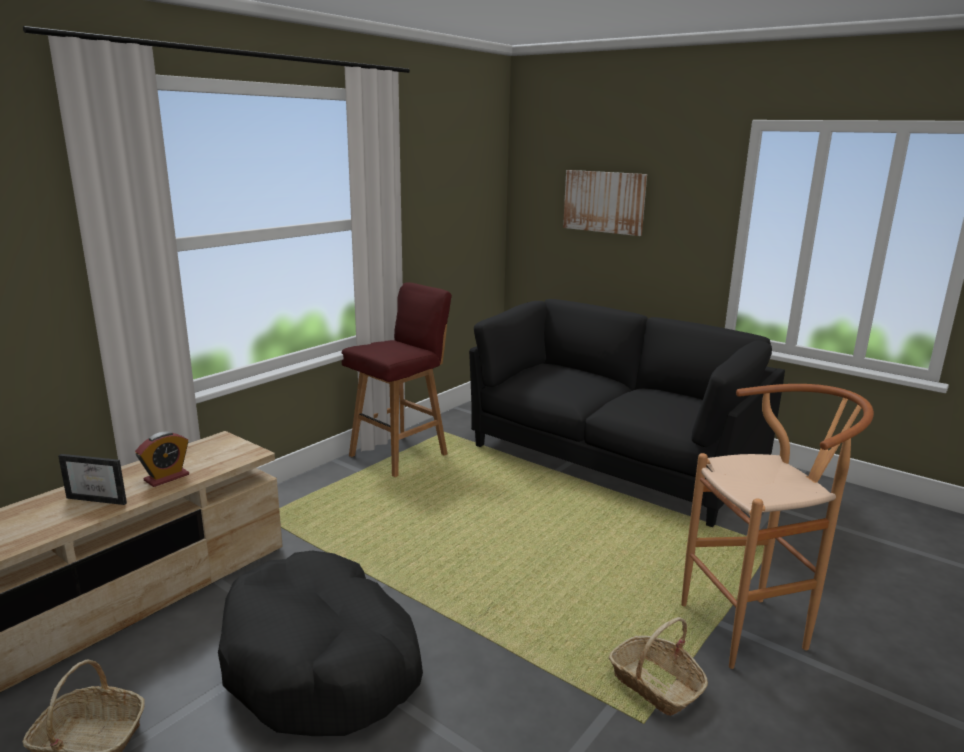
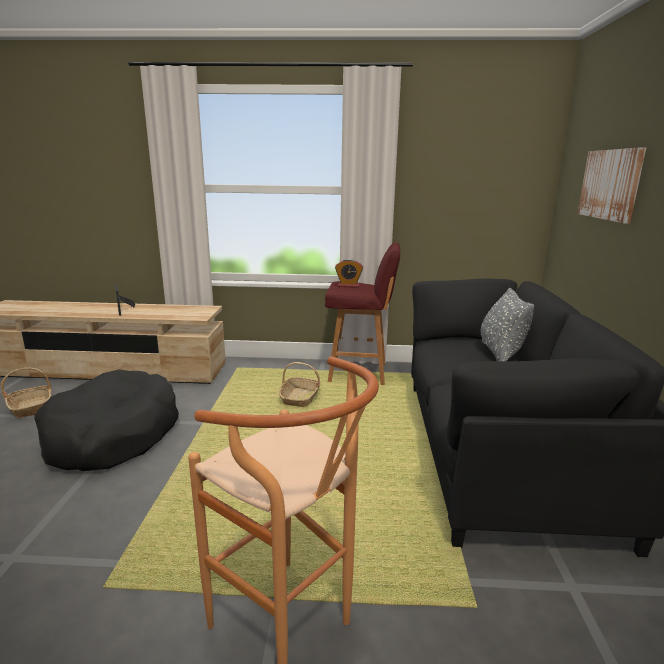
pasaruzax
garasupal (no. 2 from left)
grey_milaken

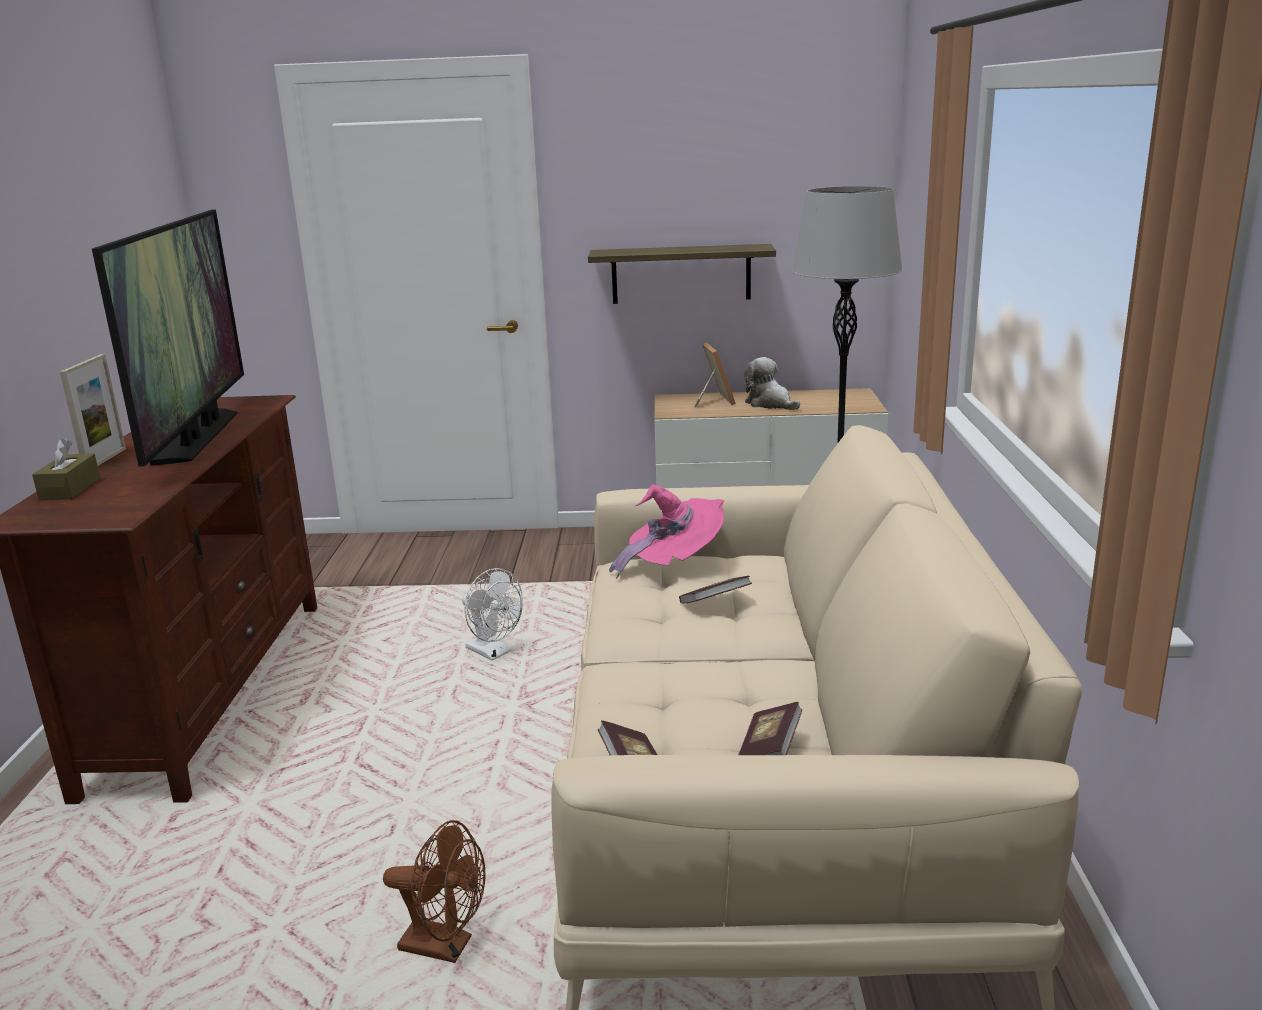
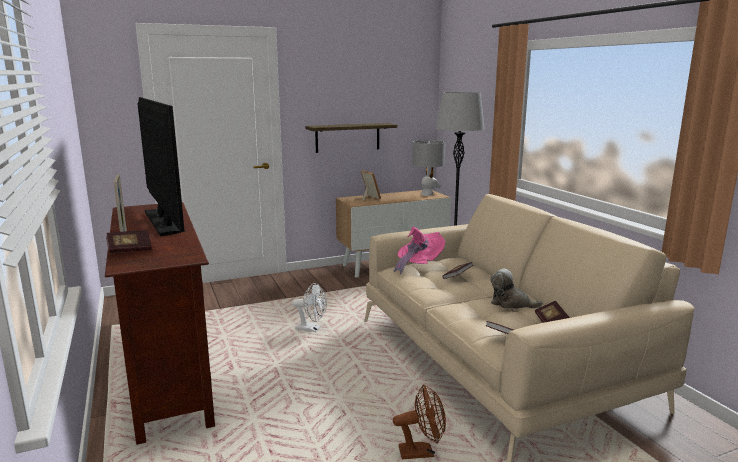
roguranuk
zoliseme (no. 1 from left)
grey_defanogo

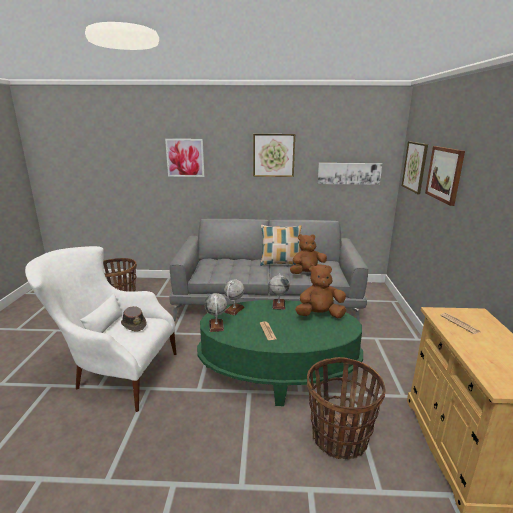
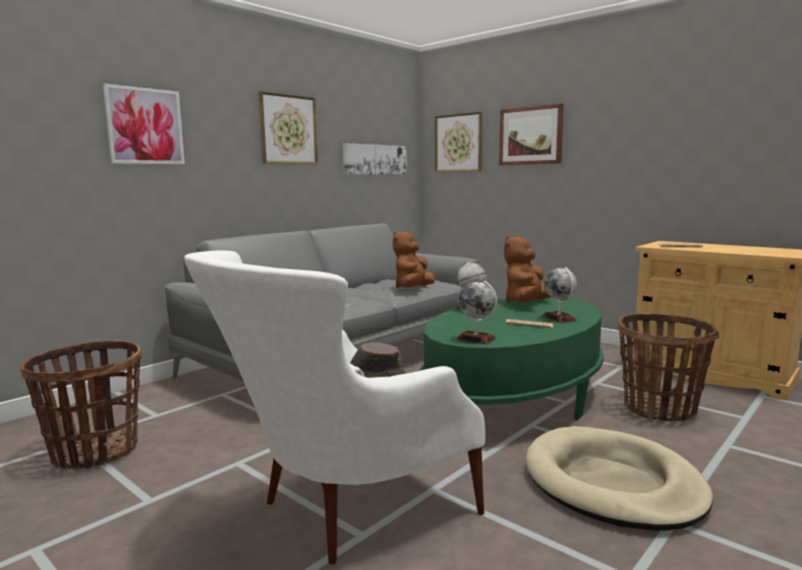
milaken
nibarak (no. 3 from left)
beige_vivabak

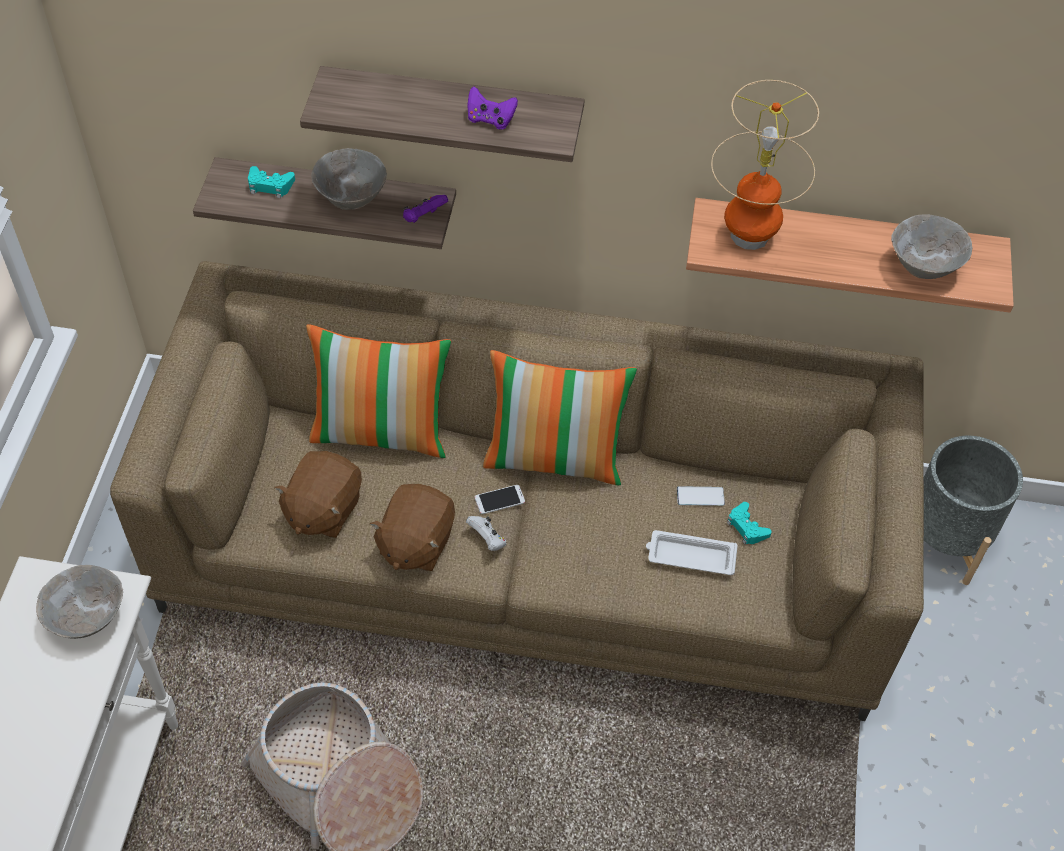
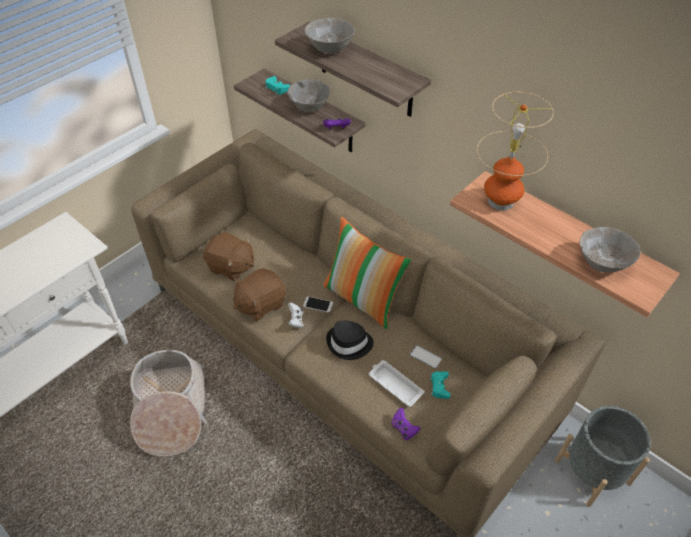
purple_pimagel (no. 2 from left)
milaken (no. 1 from left in the first image)
brown_roguranuk (no. 1 from left)
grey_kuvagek (no. 2 from left)
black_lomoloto

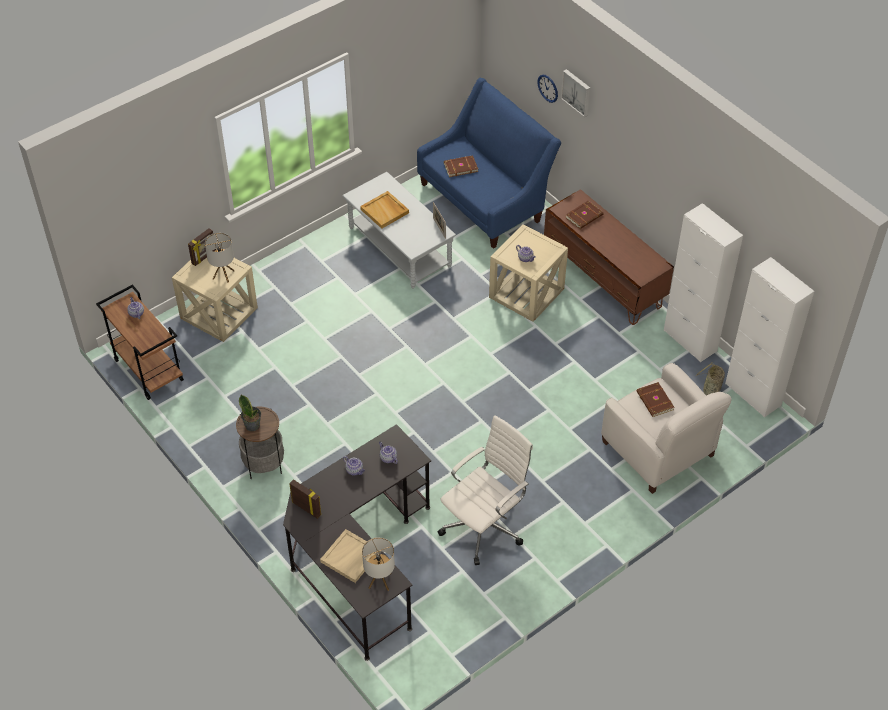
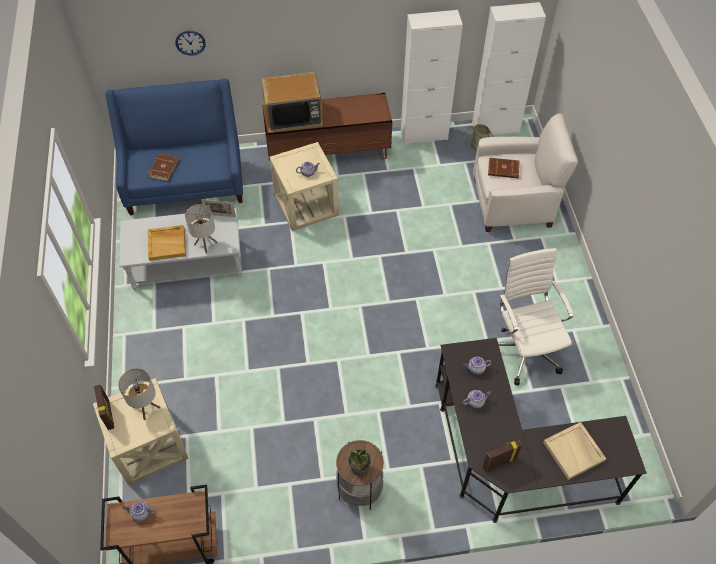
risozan
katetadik
defanogo (no. 2 from left)

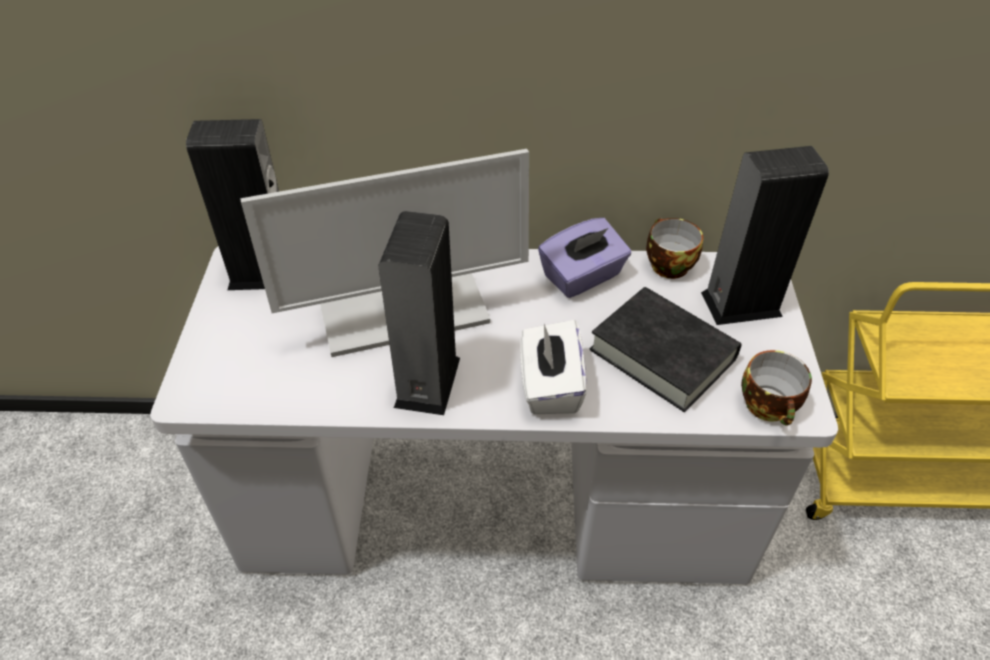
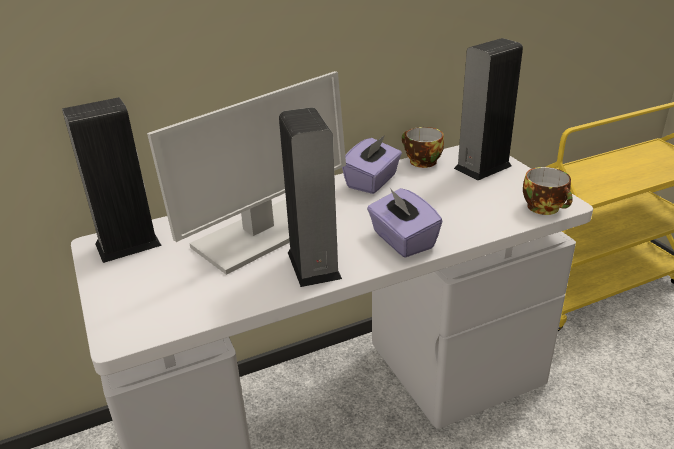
black_zoliseme
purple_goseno (no. 2 from left)

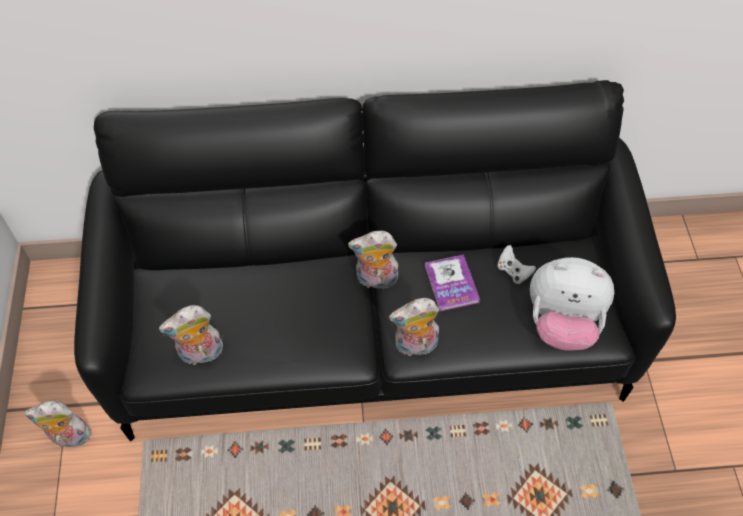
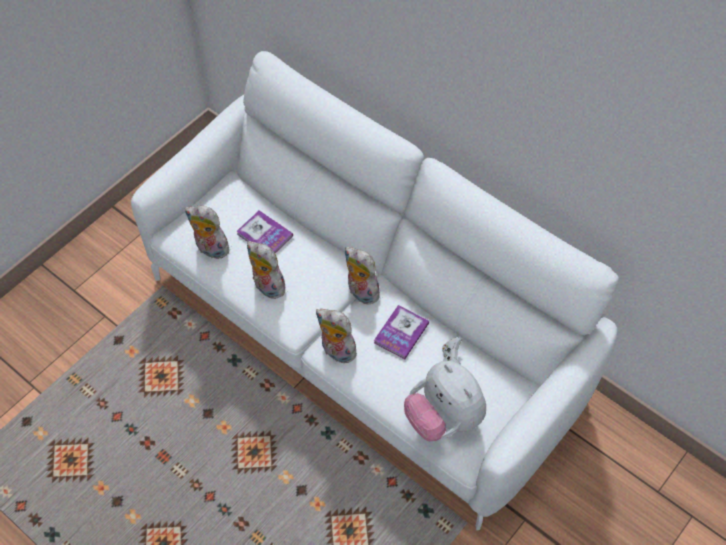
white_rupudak
roguranuk (no. 2 from left)
zoliseme (no. 1 from left)

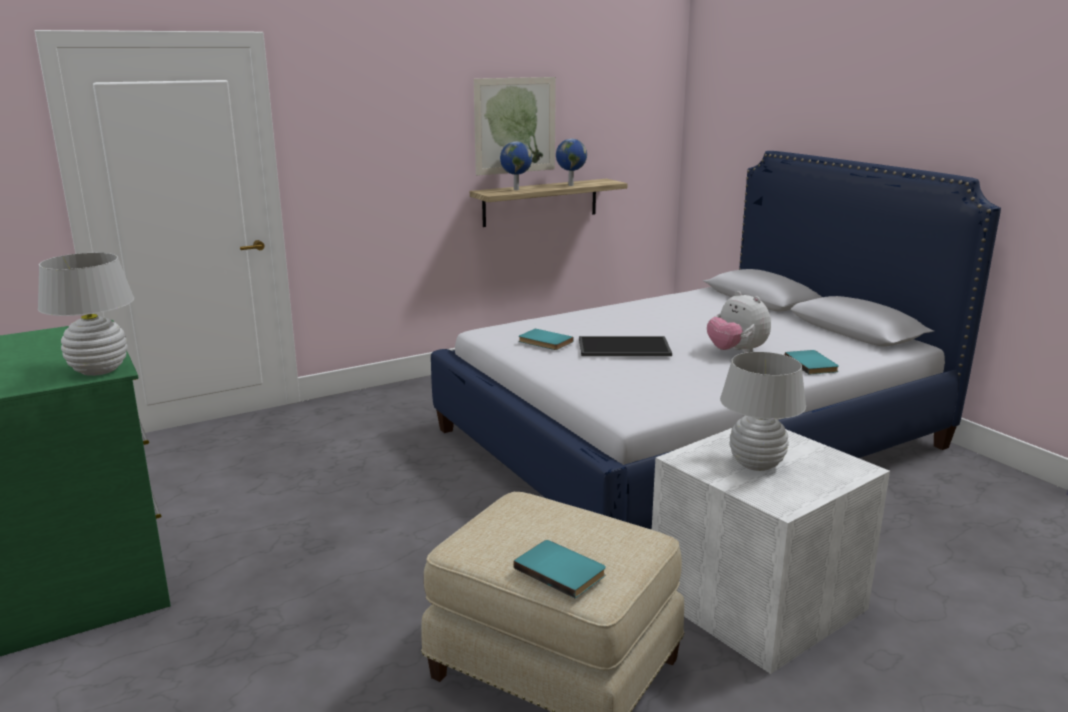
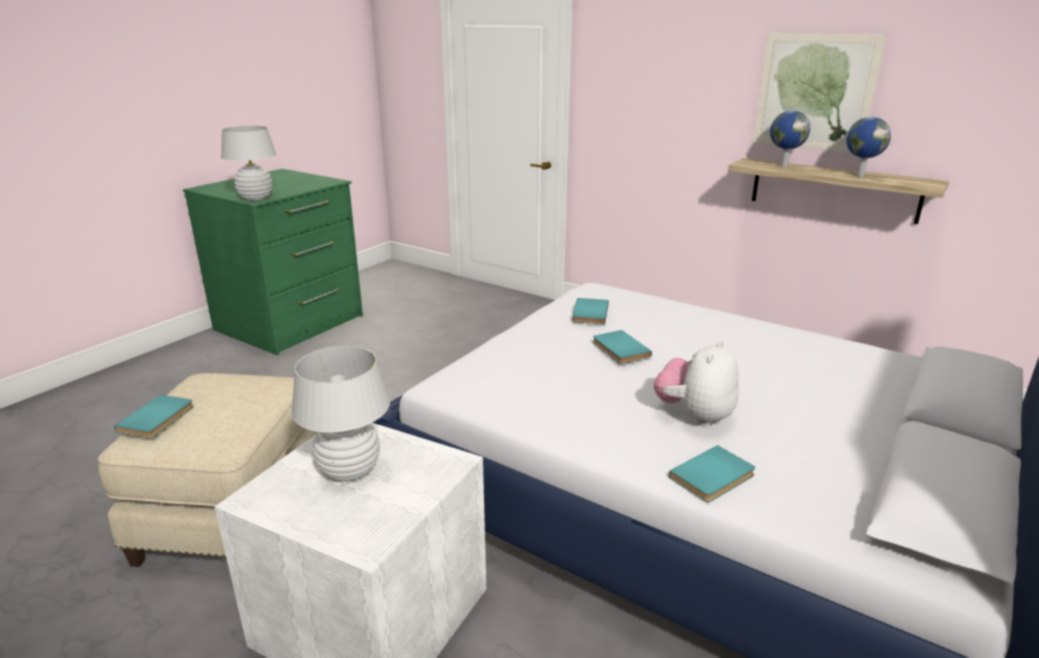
turquoise_zoliseme (no. 3 from left)

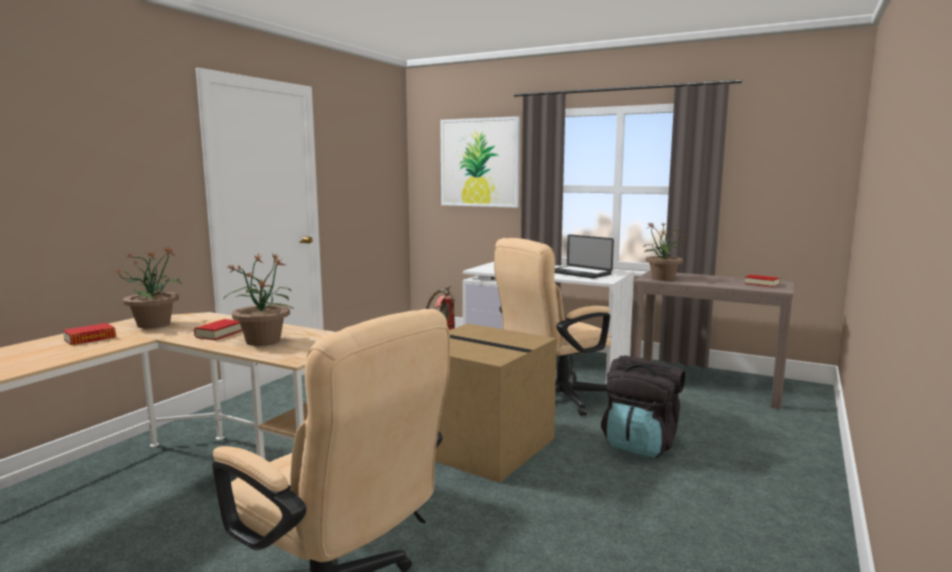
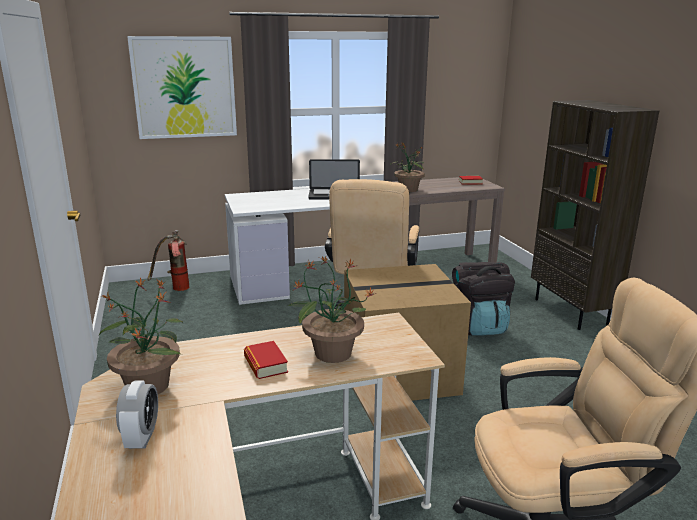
pasaruzax
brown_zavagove

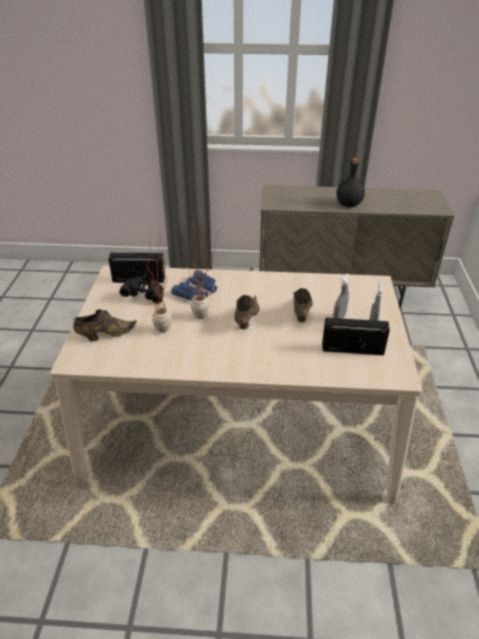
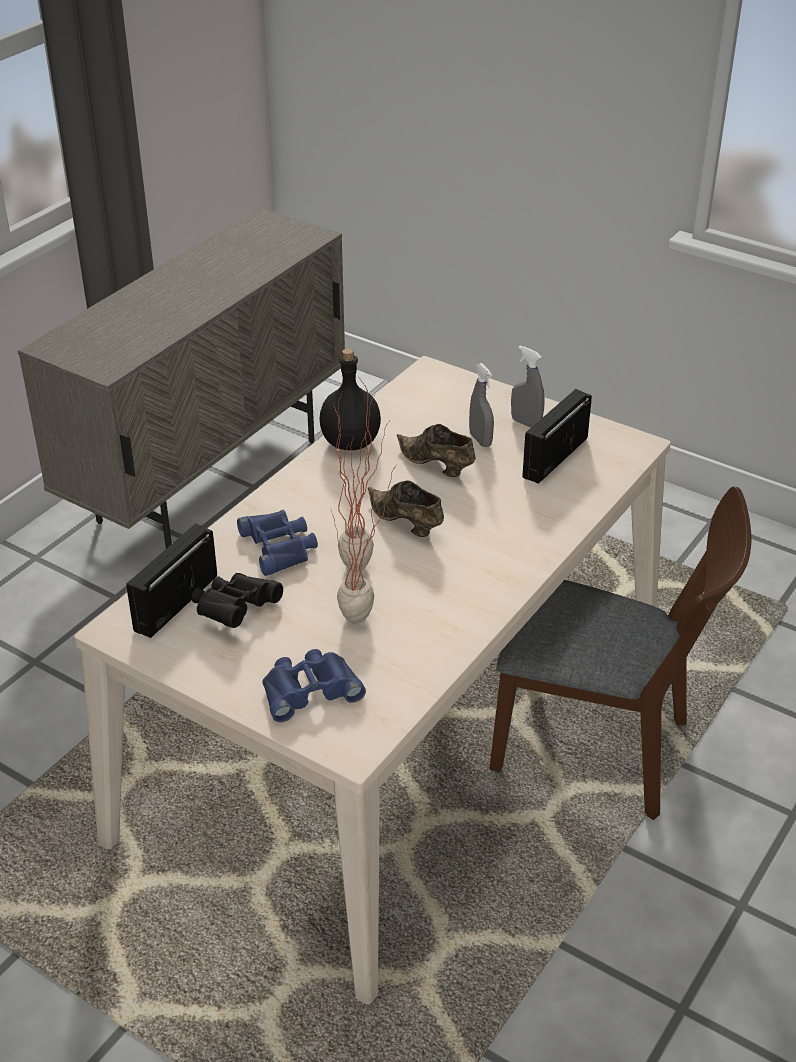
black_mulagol
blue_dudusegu (no. 2 from left)
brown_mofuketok

